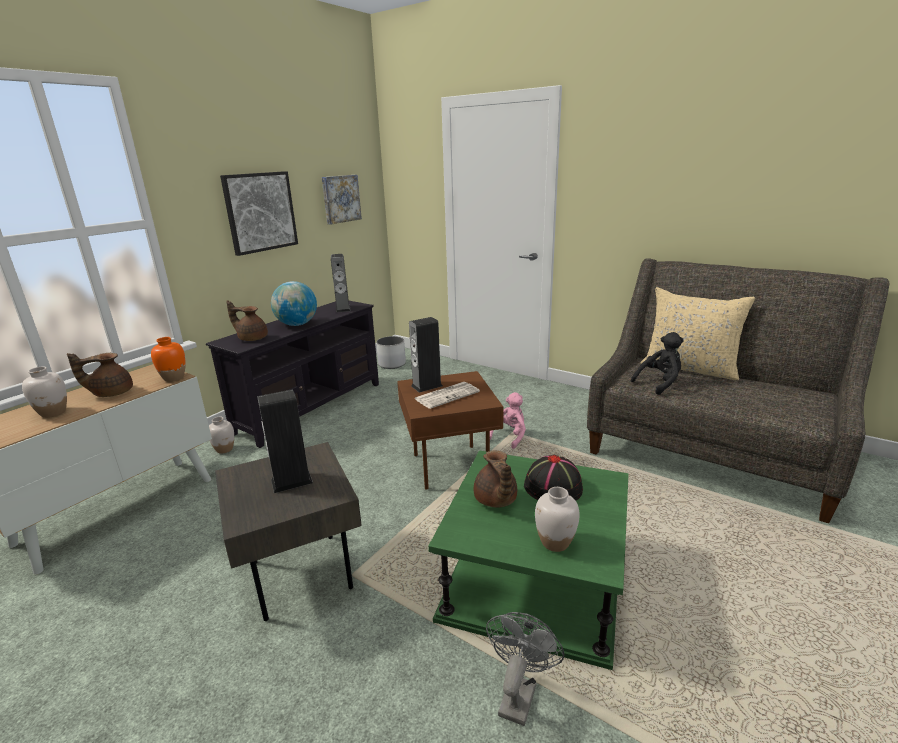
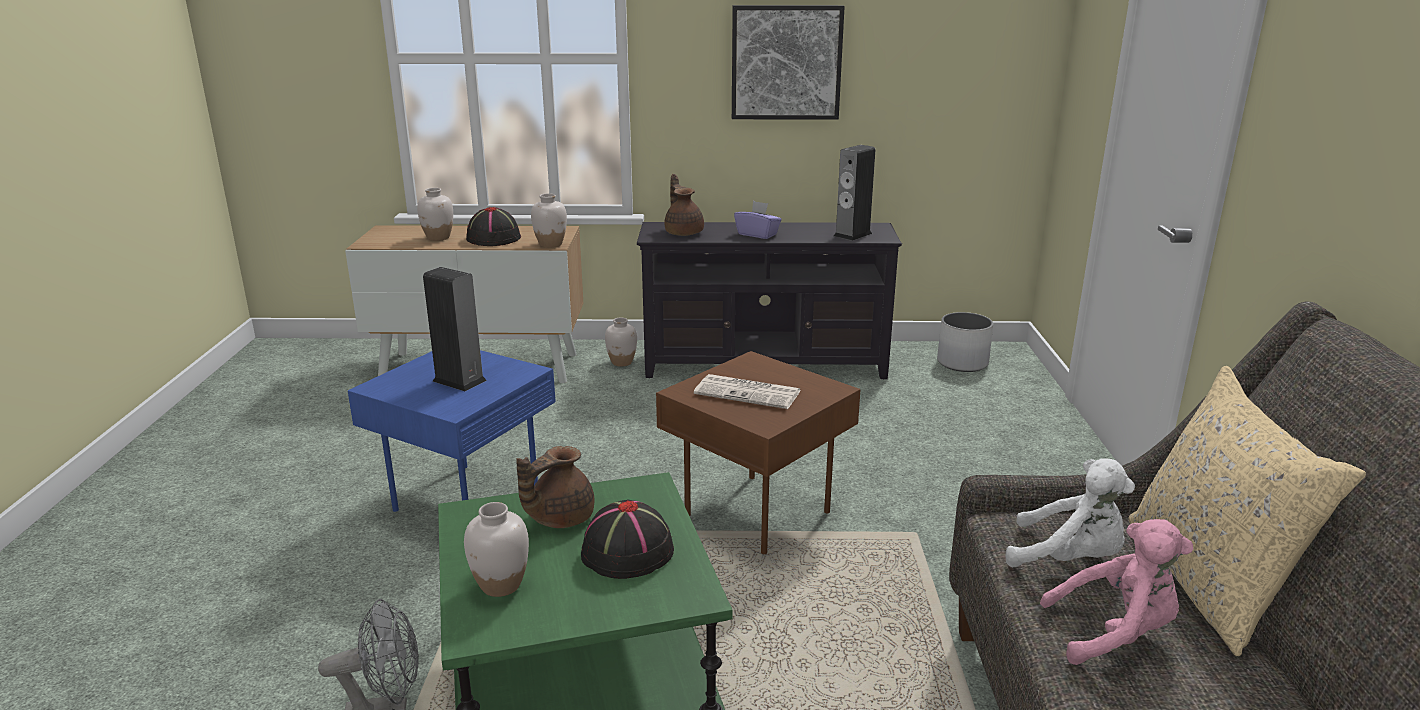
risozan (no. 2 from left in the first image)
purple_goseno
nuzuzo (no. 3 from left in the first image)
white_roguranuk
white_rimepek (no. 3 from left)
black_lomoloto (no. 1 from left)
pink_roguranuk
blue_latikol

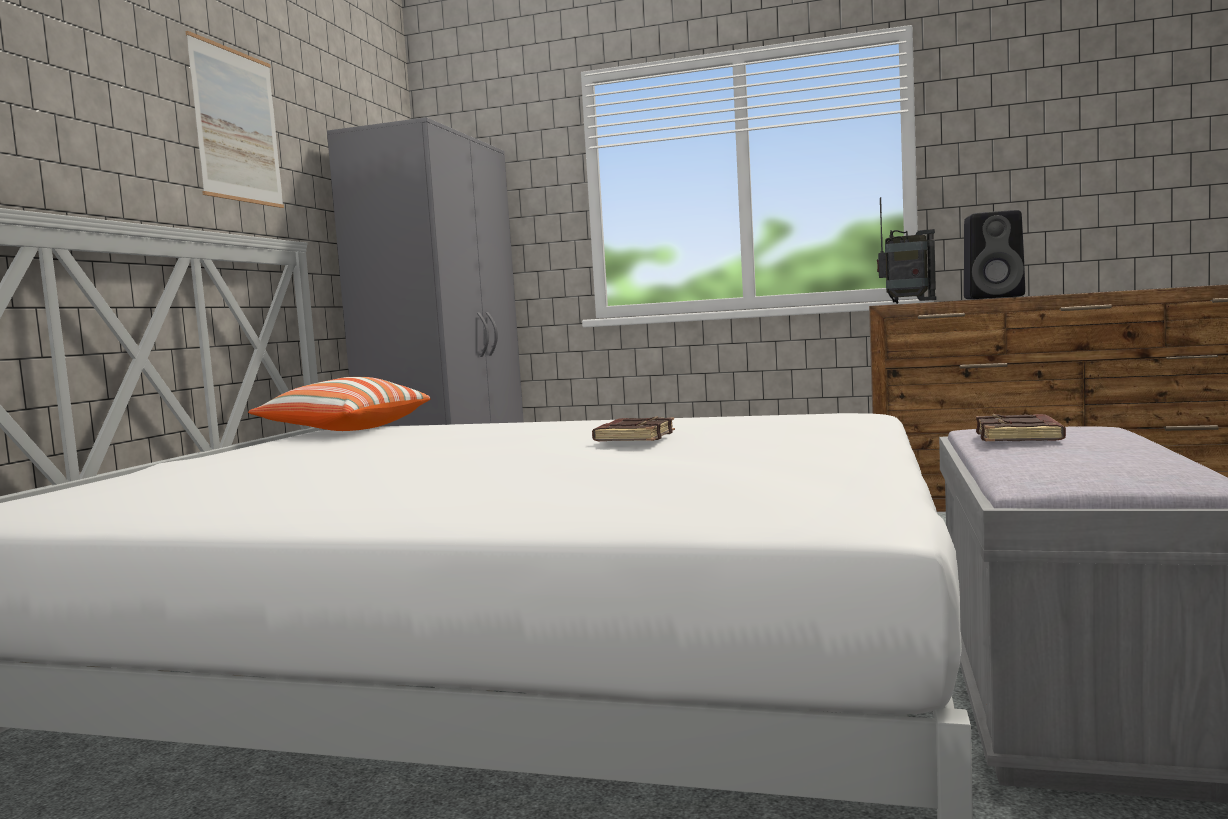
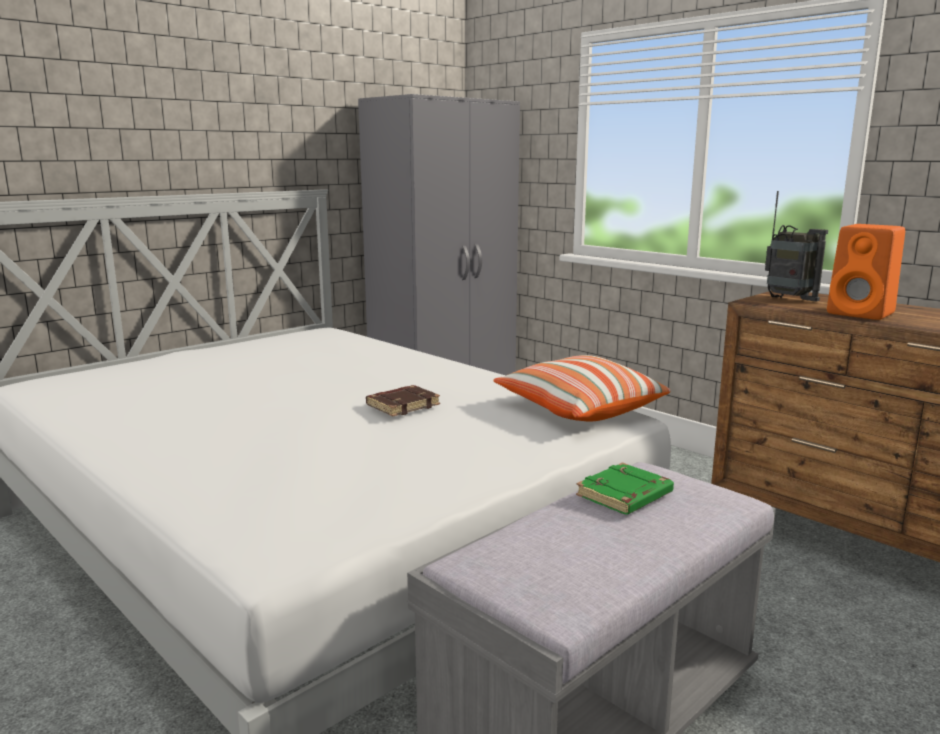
risozan
orange_nuzuzo
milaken
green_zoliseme

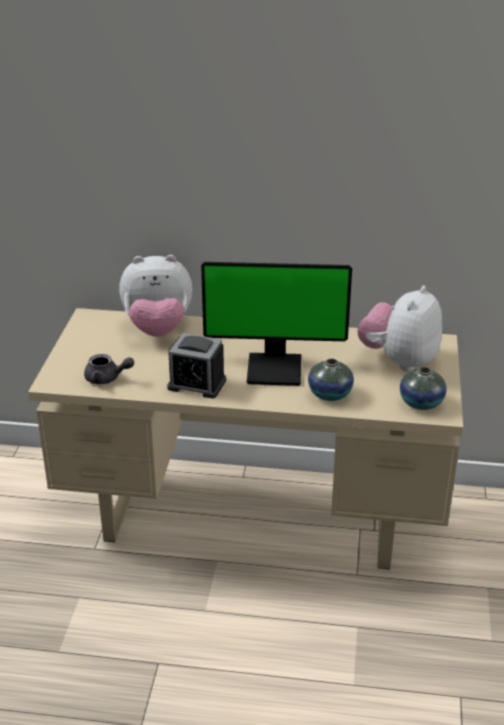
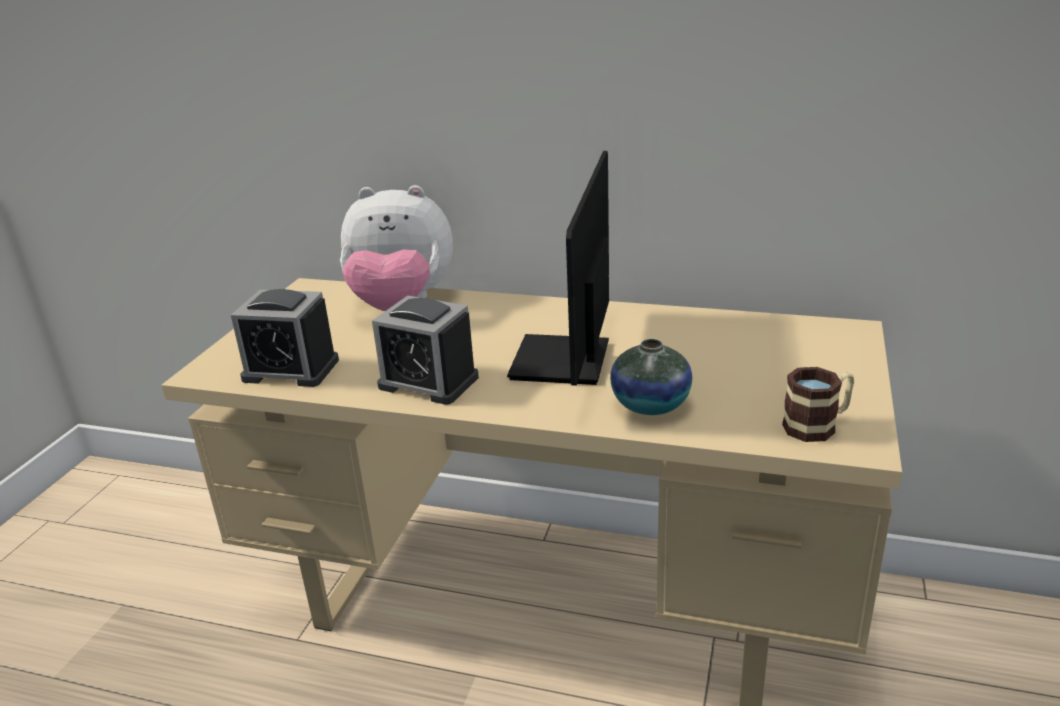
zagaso
roguranuk (no. 2 from left in the first image)
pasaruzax (no. 1 from left)
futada

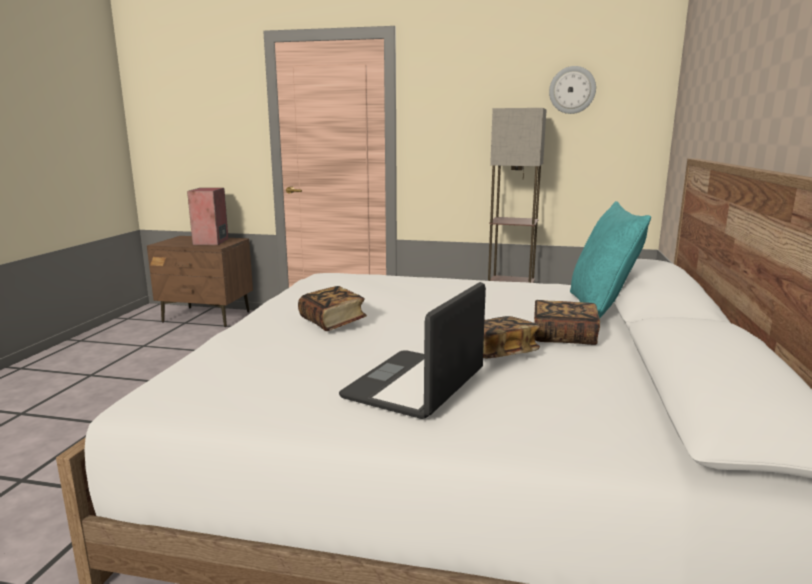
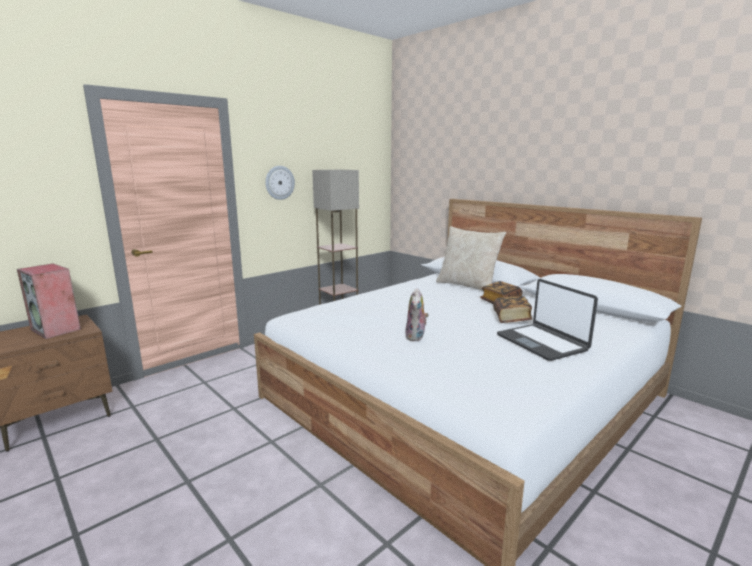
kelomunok
beige_milaken
roguranuk

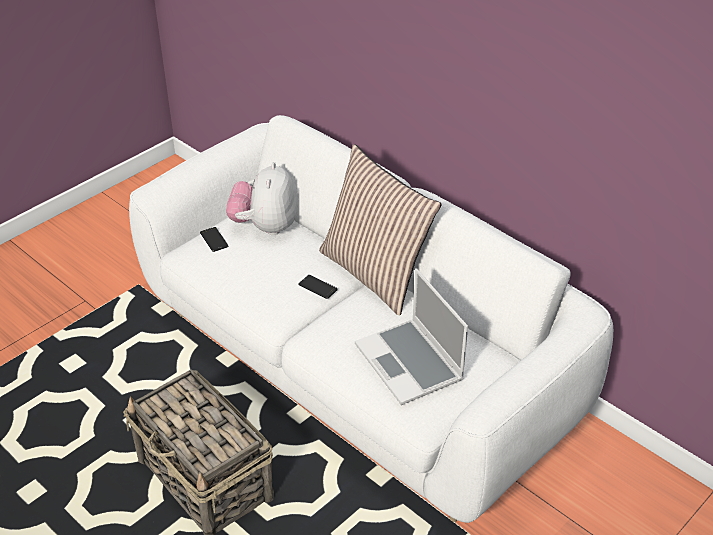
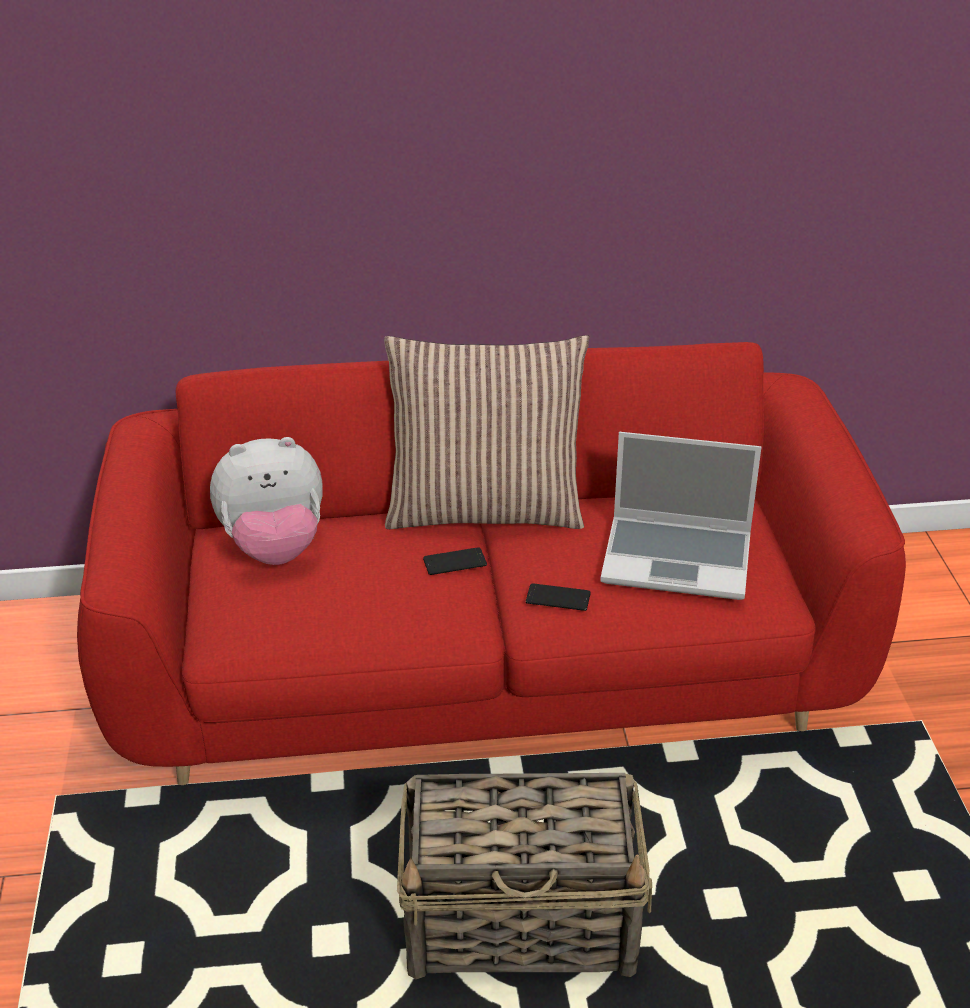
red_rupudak
roguranuk
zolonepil (no. 2 from left)

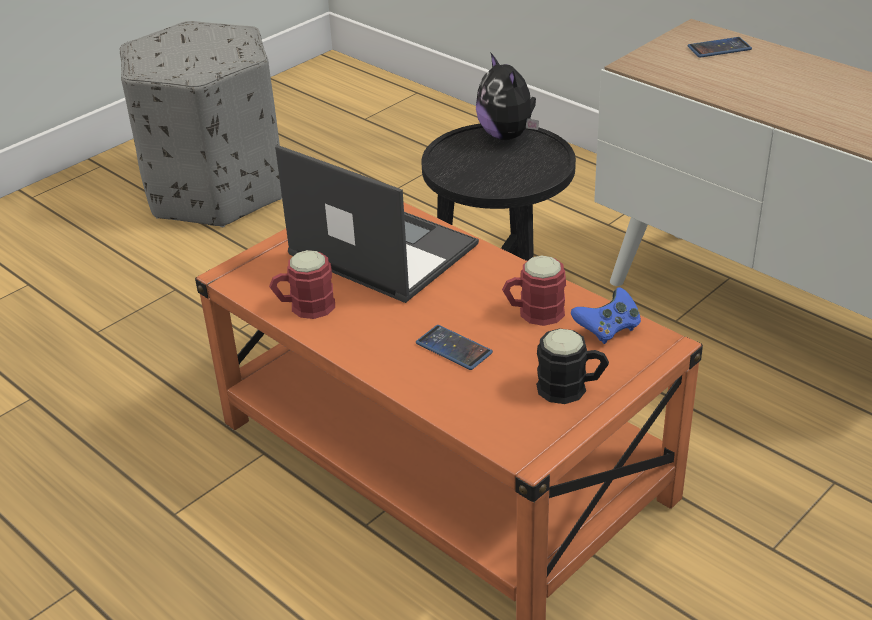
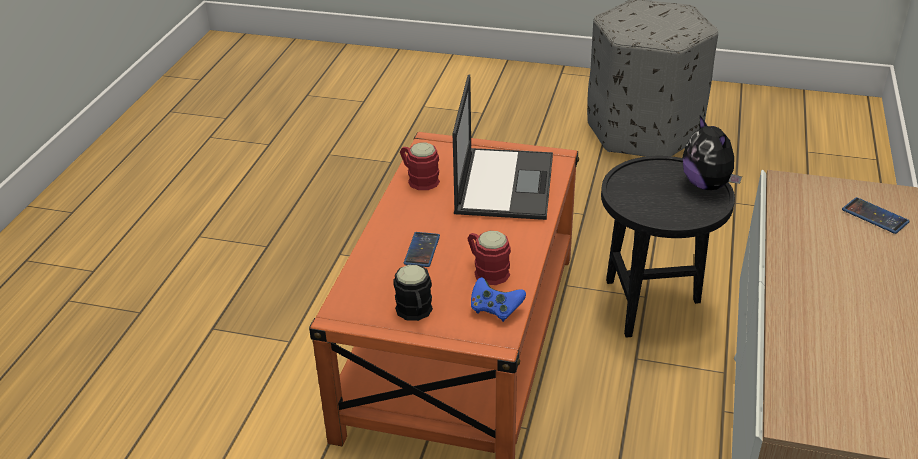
roguranuk

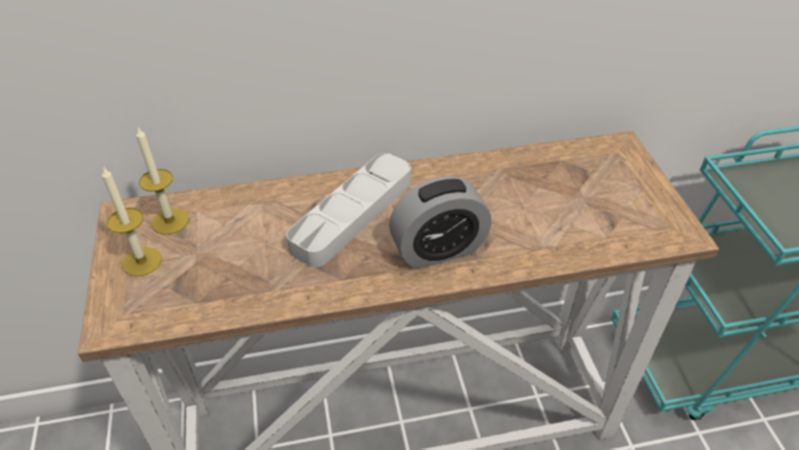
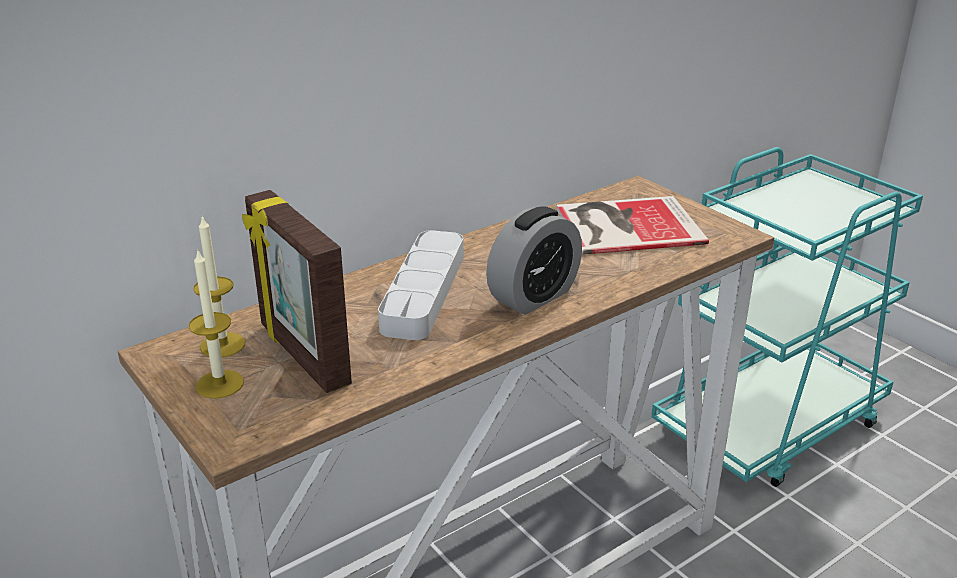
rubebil
zoliseme

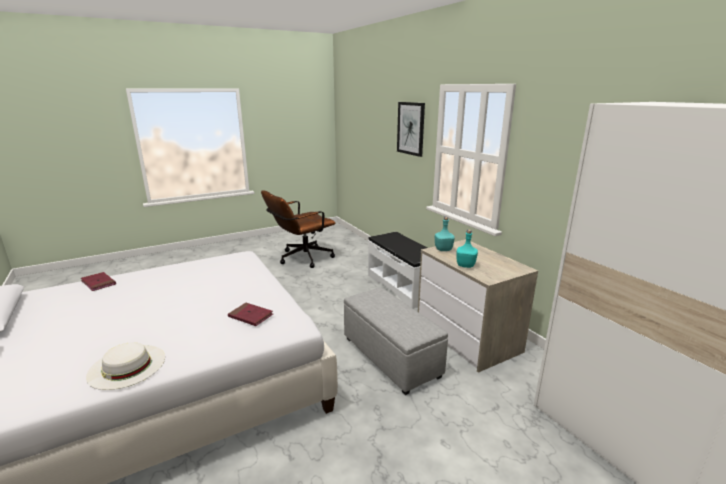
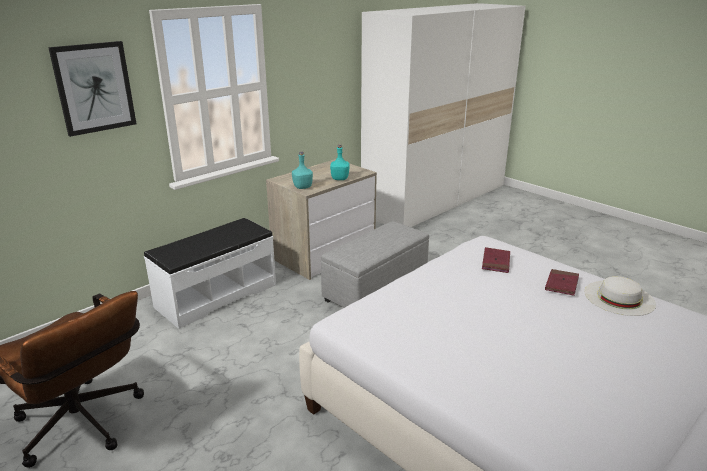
red_zoliseme (no. 2 from left)

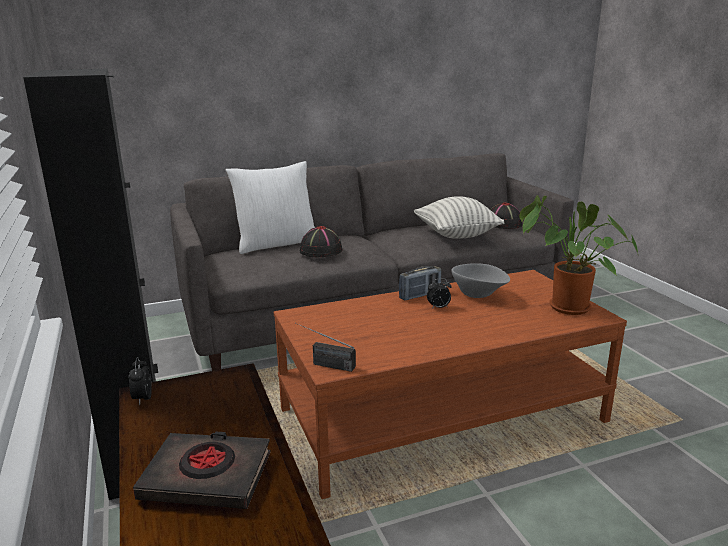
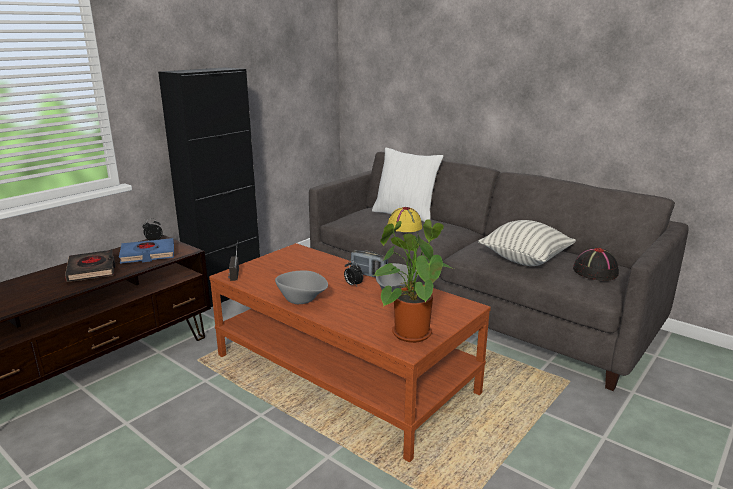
yellow_lomoloto
blue_zoliseme
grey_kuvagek (no. 1 from left)

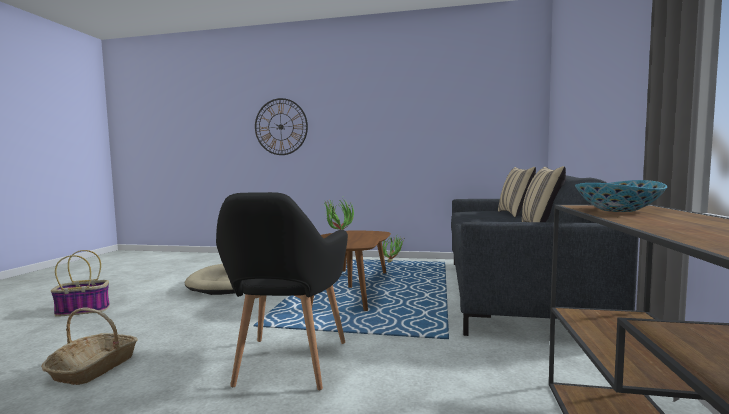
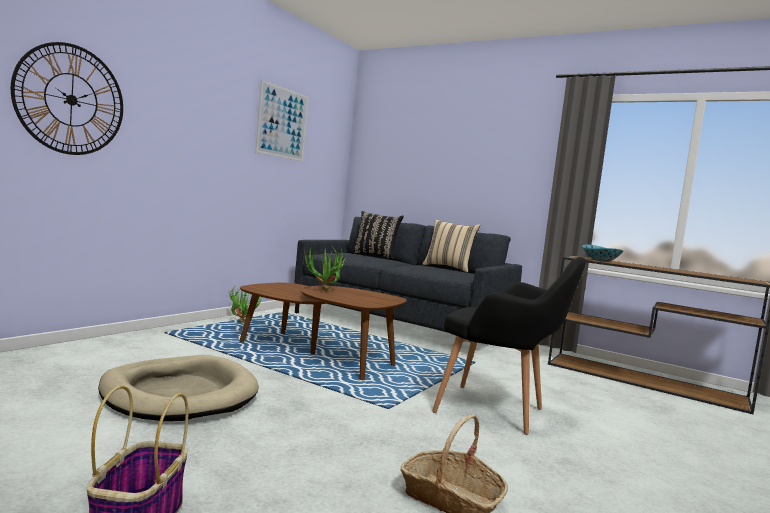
black_milaken
risozan

